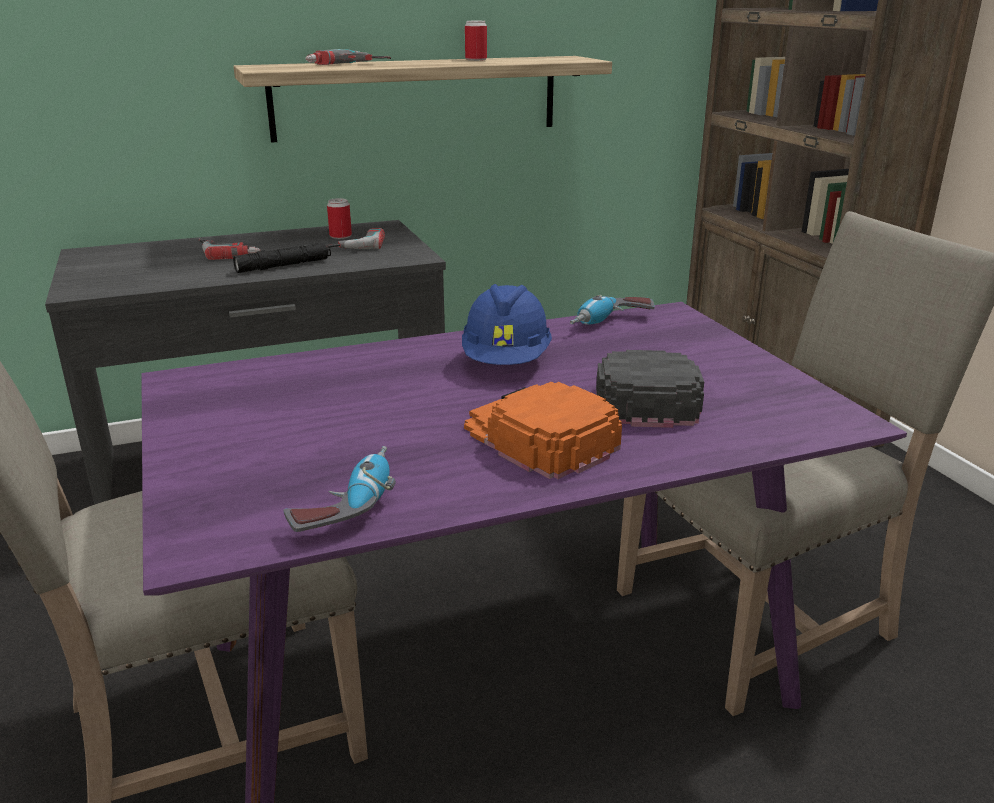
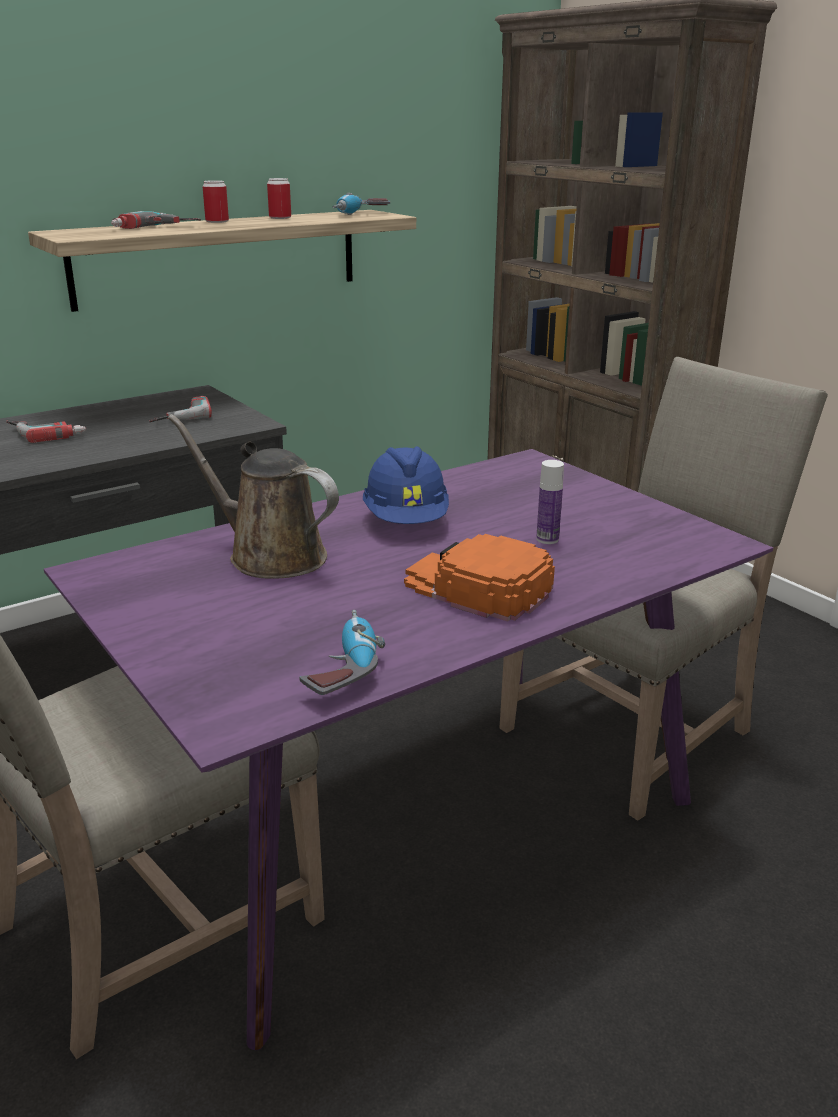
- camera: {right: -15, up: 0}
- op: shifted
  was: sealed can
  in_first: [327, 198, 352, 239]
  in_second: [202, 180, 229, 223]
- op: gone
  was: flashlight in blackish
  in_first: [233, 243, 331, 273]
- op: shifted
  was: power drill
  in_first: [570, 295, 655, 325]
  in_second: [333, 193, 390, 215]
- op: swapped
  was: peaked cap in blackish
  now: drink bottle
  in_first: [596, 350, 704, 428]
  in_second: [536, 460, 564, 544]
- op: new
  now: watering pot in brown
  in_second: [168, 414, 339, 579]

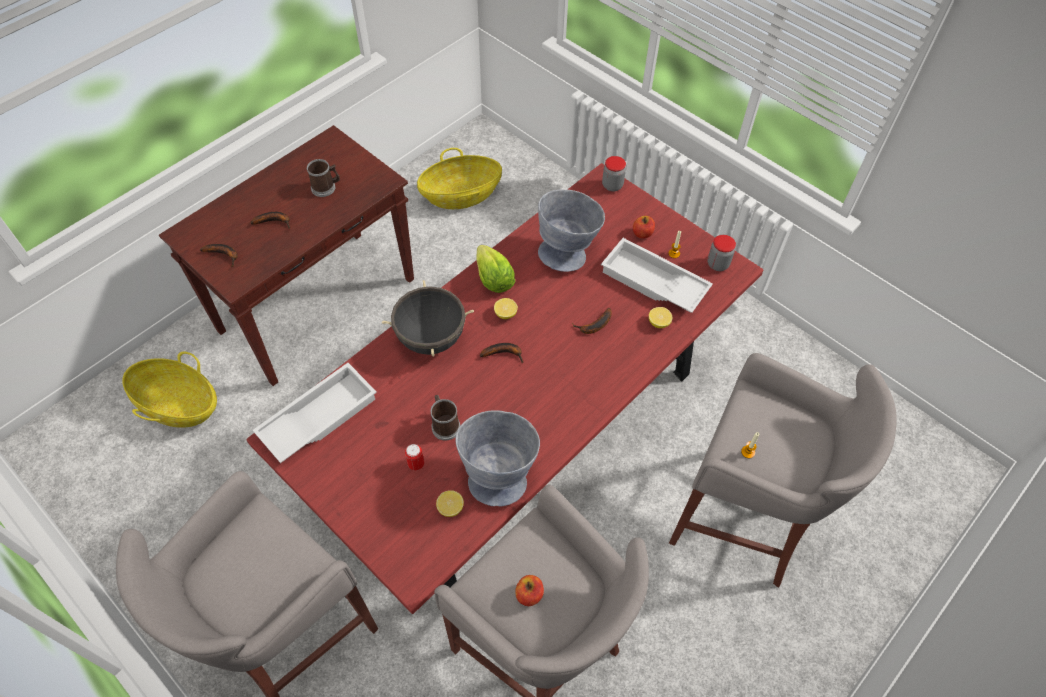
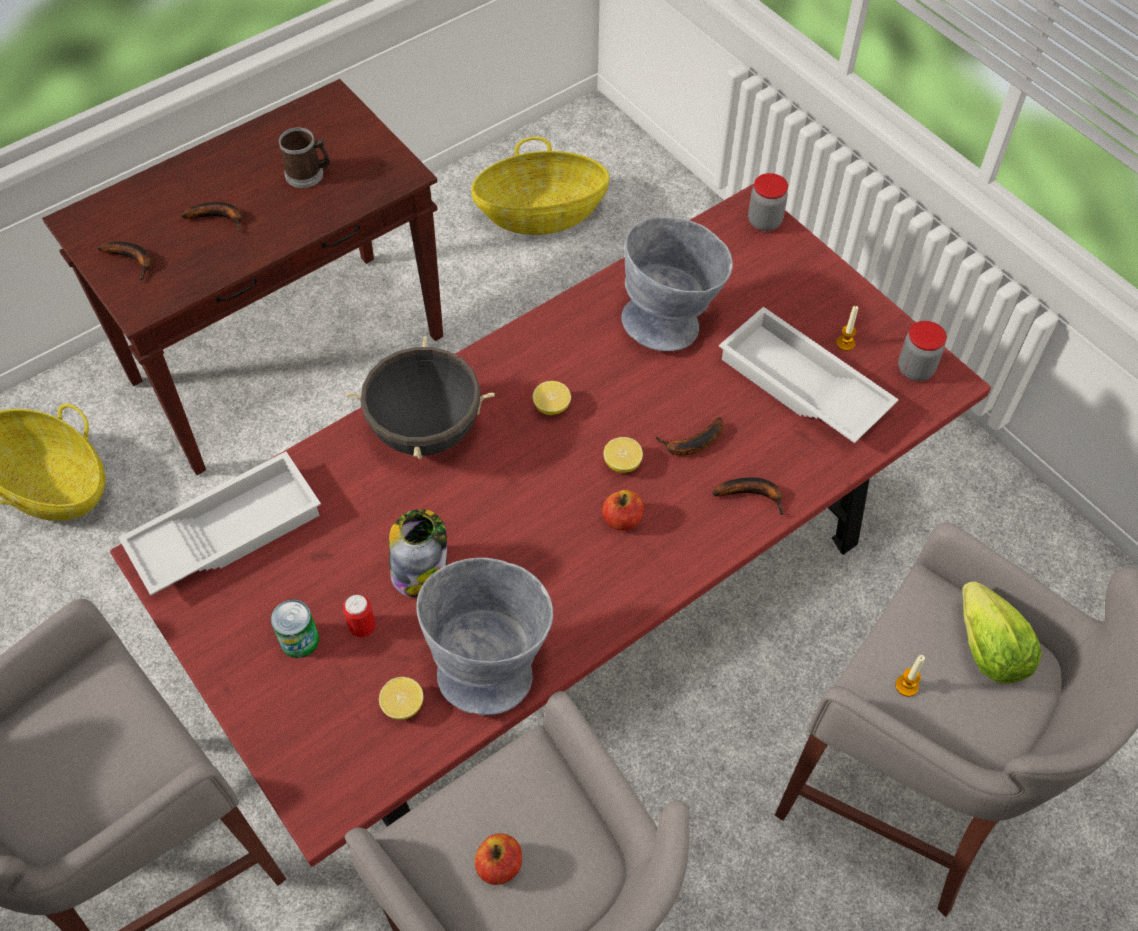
- camera: {right: 10, up: 0}
- op: shifted
  was: apple
  in_first: [633, 216, 655, 239]
  in_second: [602, 490, 644, 531]
- op: shifted
  was: head of lettuce
  in_first: [476, 245, 515, 293]
  in_second: [962, 581, 1042, 683]
- op: shifted
  was: whole lemon
  in_first: [649, 307, 673, 328]
  in_second: [603, 437, 643, 473]
- op: shifted
  was: banana fruit
  in_first: [480, 343, 524, 363]
  in_second: [713, 477, 784, 515]
- op: swapped
  was: tea mug
  now: jar
  in_first: [431, 395, 460, 441]
  in_second: [389, 509, 447, 597]
- op: new
  now: sealed can
  in_second: [271, 600, 319, 658]

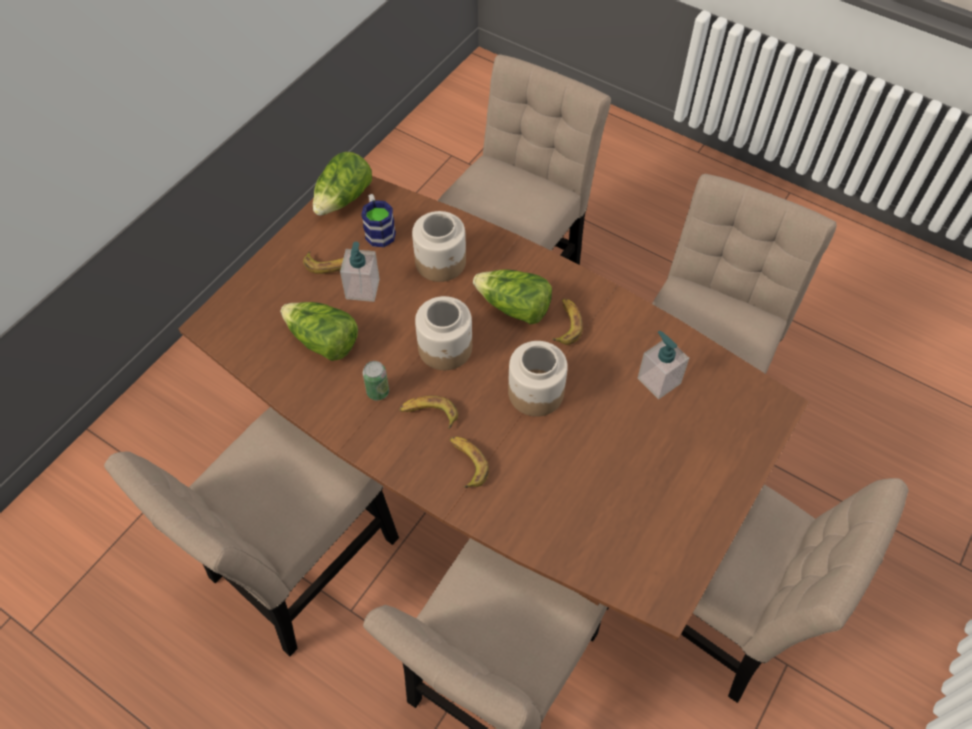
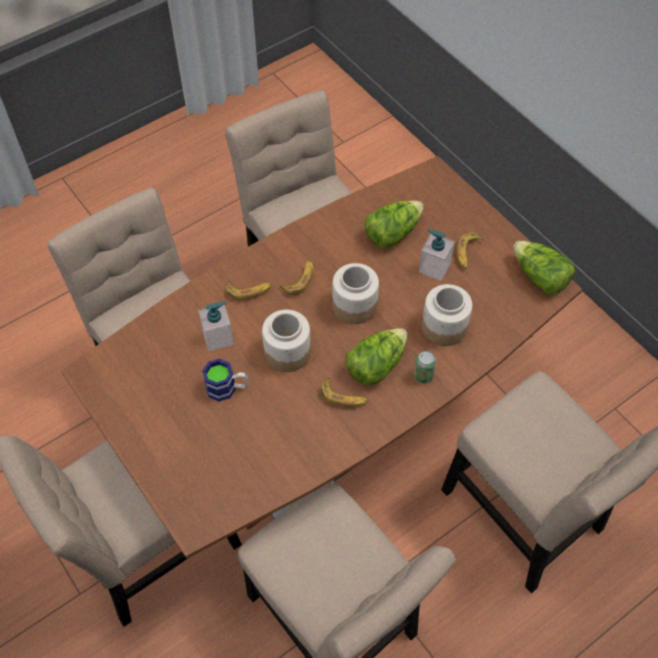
- camera: {right: 110, up: 0}
- op: shifted
  was: tea mug
  in_first: [361, 194, 396, 247]
  in_second: [202, 359, 248, 402]
- op: shifted
  was: soap bottle
  in_first: [638, 331, 689, 399]
  in_second: [198, 302, 234, 351]
- op: shifted
  was: sealed can
  in_first: [363, 361, 389, 400]
  in_second: [414, 351, 436, 384]

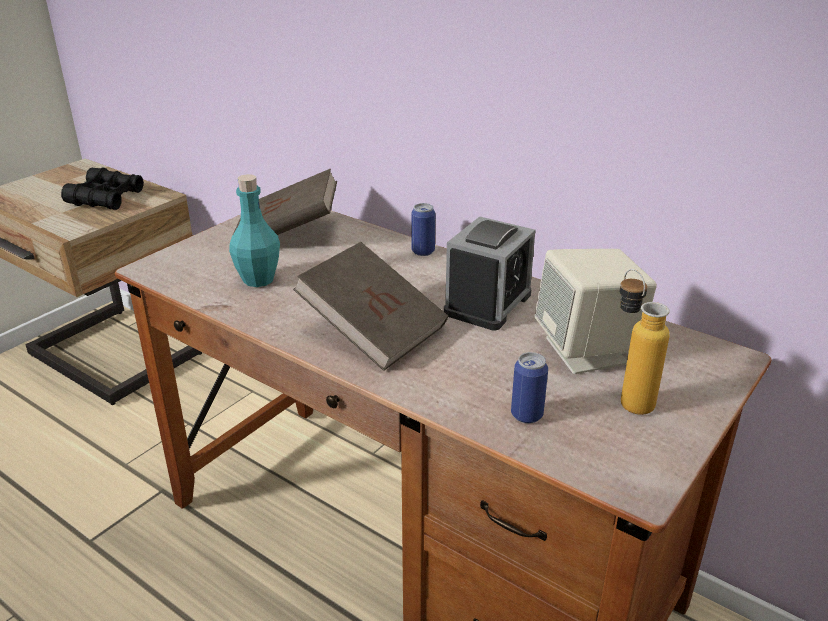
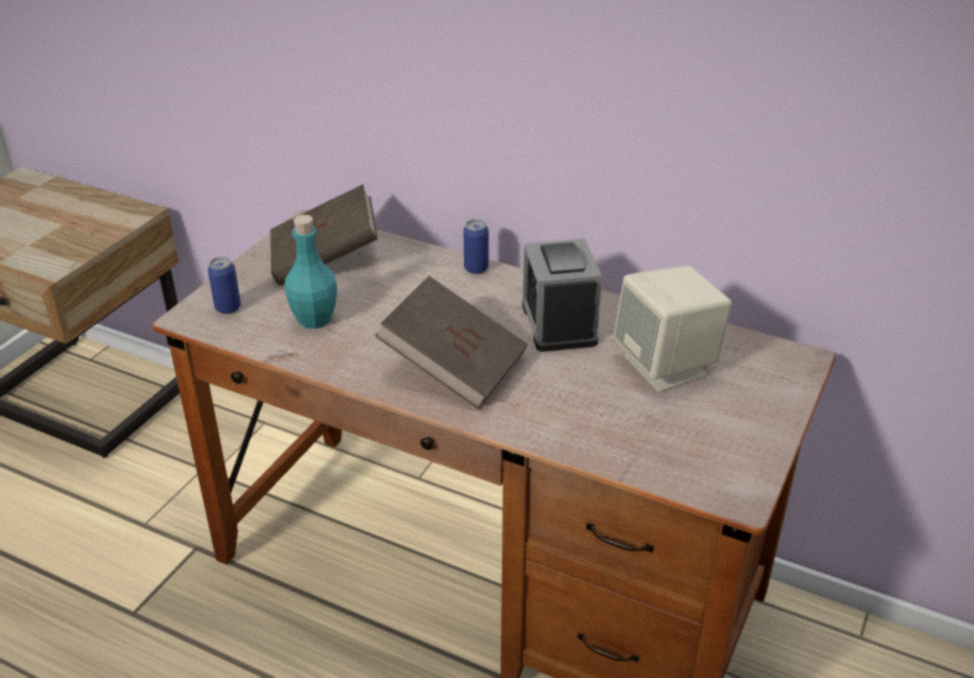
- camera: {right: -10, up: 5}
- op: gone
  was: pair of binoculars in blackish
  in_first: [61, 168, 144, 210]
- op: rotated
  was: bedside clock
  in_first: [444, 217, 535, 330]
  in_second: [522, 239, 602, 352]
  clockwise: 150
- op: gone
  was: drink bottle
  in_first: [620, 269, 670, 415]
- op: shifted
  was: sealed can
  in_first: [511, 352, 548, 424]
  in_second: [208, 257, 241, 314]

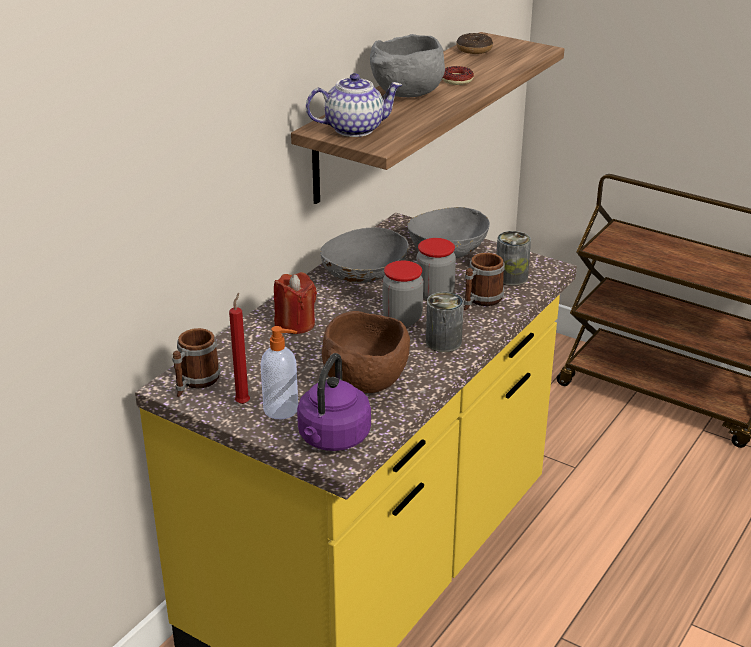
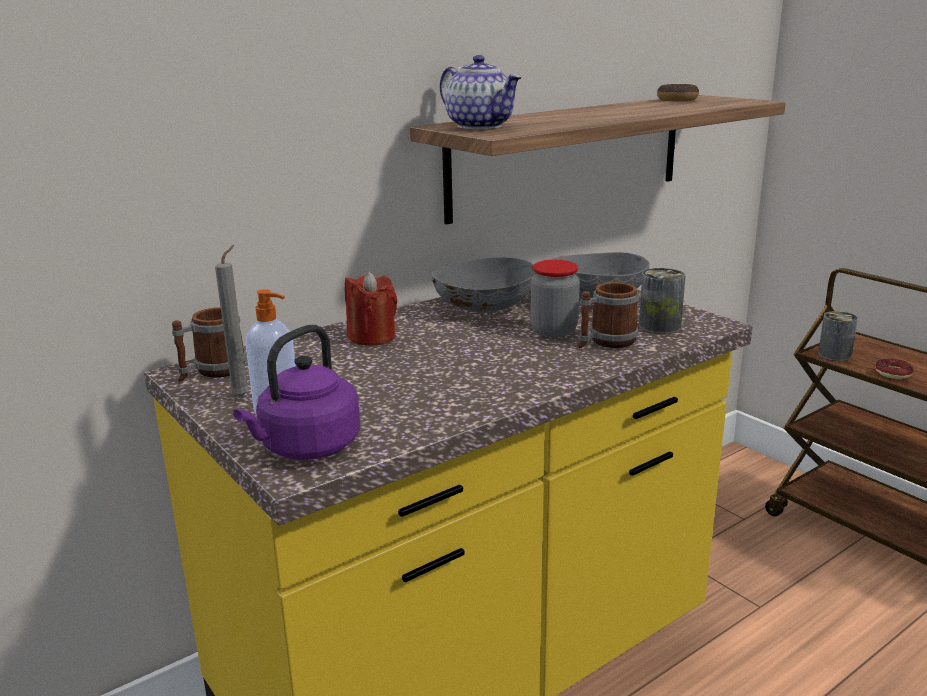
- camera: {right: 20, up: -10}
- op: gone
  was: serving bowl in grey
  in_first: [370, 34, 445, 97]
- op: shifted
  was: doughnut
  in_first: [442, 66, 474, 85]
  in_second: [876, 358, 914, 379]
- op: rotated
  was: pot for tea
  in_first: [306, 73, 402, 137]
  in_second: [440, 55, 522, 129]
  clockwise: 45
- op: gone
  was: jar
  in_first: [383, 261, 423, 327]
- op: shifted
  was: sealed can
  in_first: [426, 292, 464, 352]
  in_second: [818, 311, 858, 361]
- op: repainted
  was: wax light in reddish
  now: wax light in grey
  in_first: [229, 293, 250, 404]
  in_second: [215, 245, 250, 398]
- op: gone
  was: serving bowl in brown
  in_first: [322, 311, 410, 393]

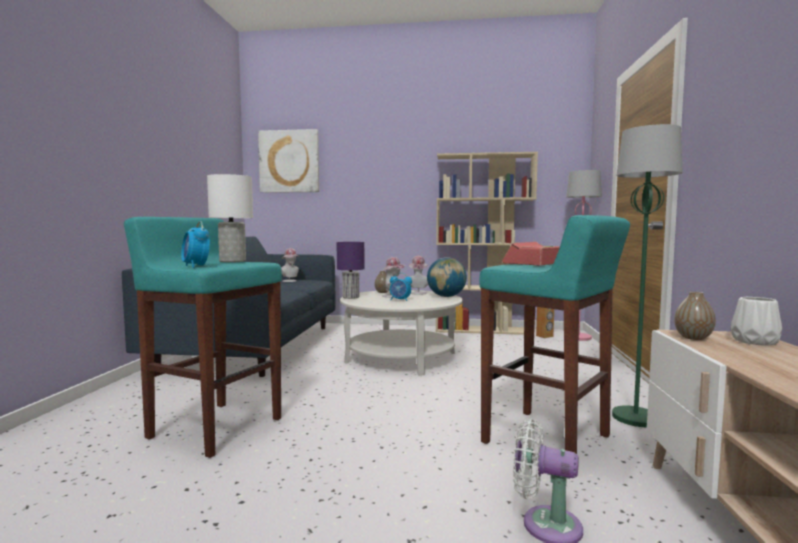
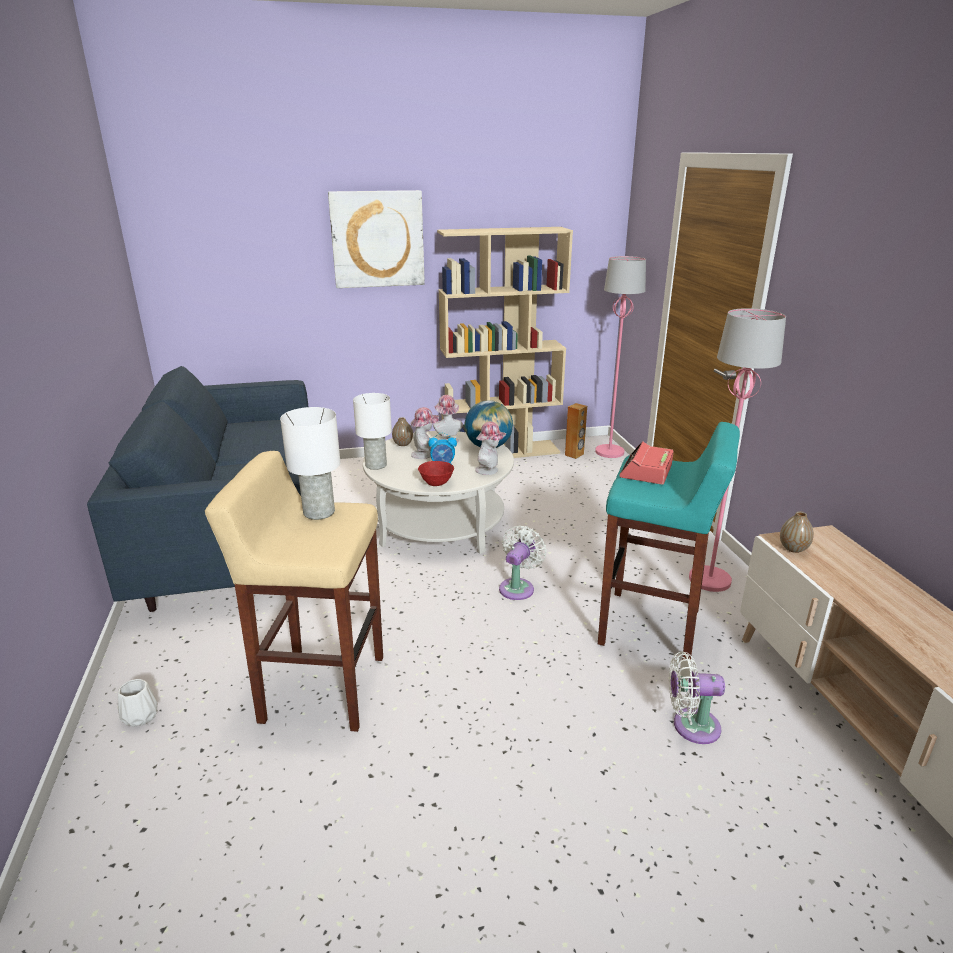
- camera: {right: -20, up: 20}
- op: repainted
  was: standing lamp in green
  now: standing lamp in pink-coloured
  in_first: [612, 124, 683, 427]
  in_second: [689, 308, 786, 592]
- op: shifted
  was: wall art
  in_first: [258, 129, 319, 193]
  in_second: [328, 190, 425, 288]
- op: repainted
  was: sitting stool in turquoise
  now: sitting stool in beige
  in_first: [124, 217, 282, 458]
  in_second: [205, 451, 383, 732]
- op: gone
  was: bedside clock
  in_first: [181, 221, 210, 268]
- op: repainted
  was: table lamp in purplish
  now: table lamp in whitish
  in_first: [337, 242, 365, 299]
  in_second: [353, 393, 392, 470]
- op: shifted
  was: hat
  in_first: [281, 248, 299, 282]
  in_second: [475, 422, 507, 475]
- op: shifted
  was: vase in whitish
  in_first: [731, 297, 782, 345]
  in_second: [118, 679, 157, 727]
- op: new
  now: serving bowl in reddish
  in_second: [418, 461, 454, 486]
- op: new
  now: fan in whitish
  in_second: [499, 525, 547, 600]

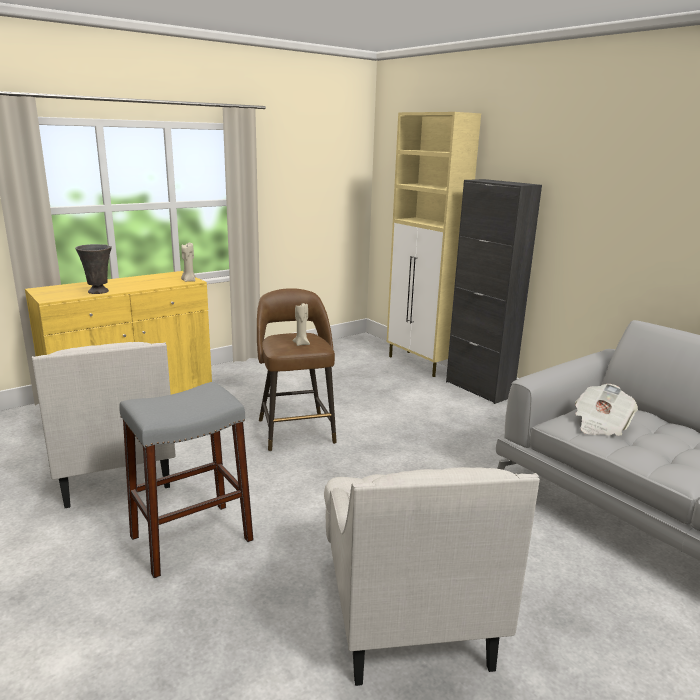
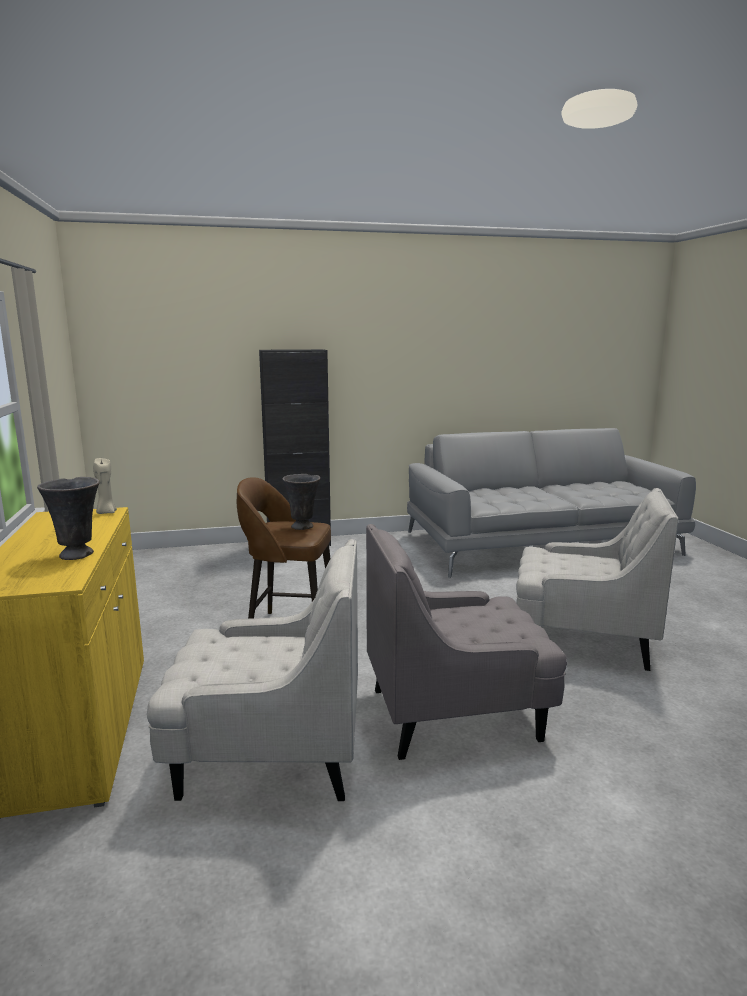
- camera: {right: -65, up: -5}
- op: gone
  was: storage cabinet in beige
  in_first: [387, 112, 481, 377]
- op: swapped
  was: wax light in beige
  now: vase in grey
  in_first: [292, 302, 310, 346]
  in_second: [282, 474, 321, 530]
- op: swapped
  was: sitting stool in grey
  now: armchair in grey
  in_first: [119, 382, 254, 578]
  in_second: [366, 524, 567, 760]
- op: gone
  was: printed paper
  in_first: [575, 384, 638, 436]

